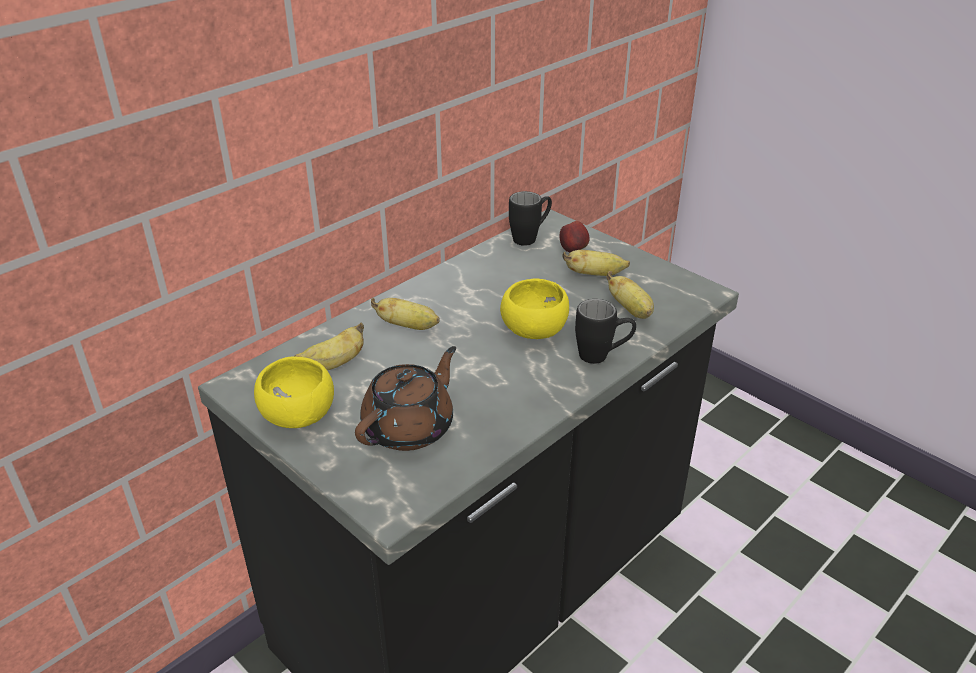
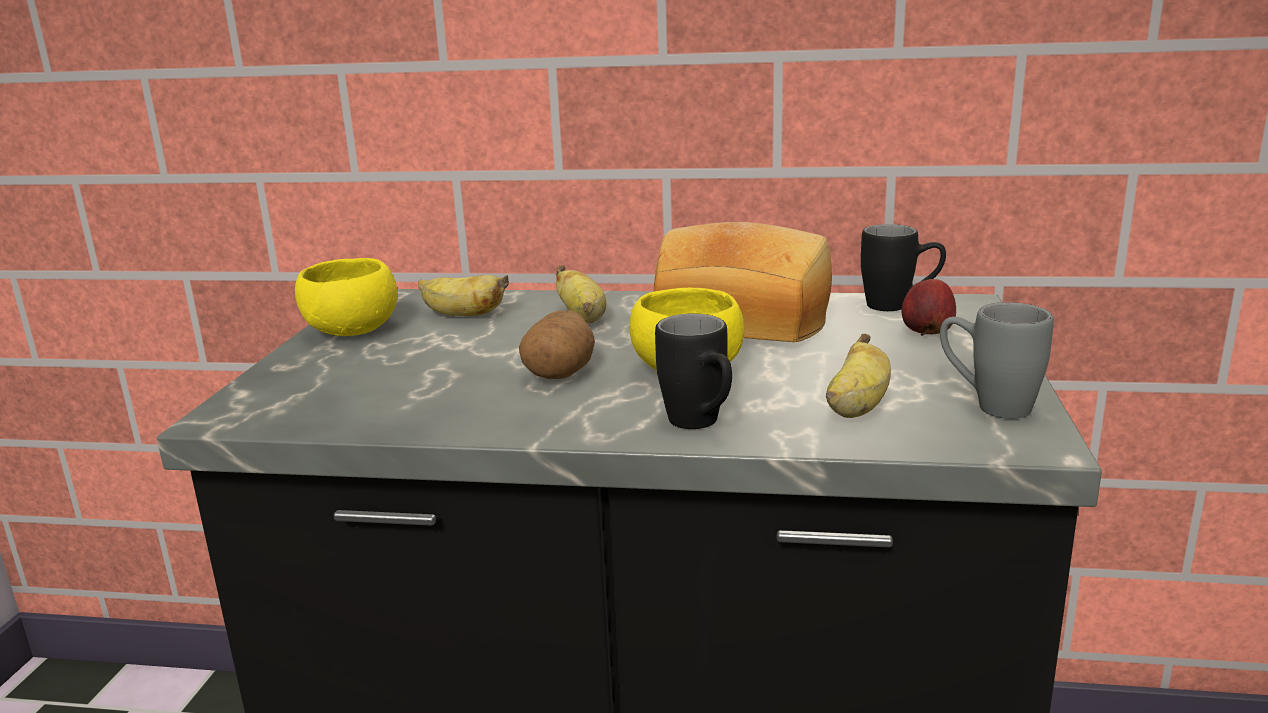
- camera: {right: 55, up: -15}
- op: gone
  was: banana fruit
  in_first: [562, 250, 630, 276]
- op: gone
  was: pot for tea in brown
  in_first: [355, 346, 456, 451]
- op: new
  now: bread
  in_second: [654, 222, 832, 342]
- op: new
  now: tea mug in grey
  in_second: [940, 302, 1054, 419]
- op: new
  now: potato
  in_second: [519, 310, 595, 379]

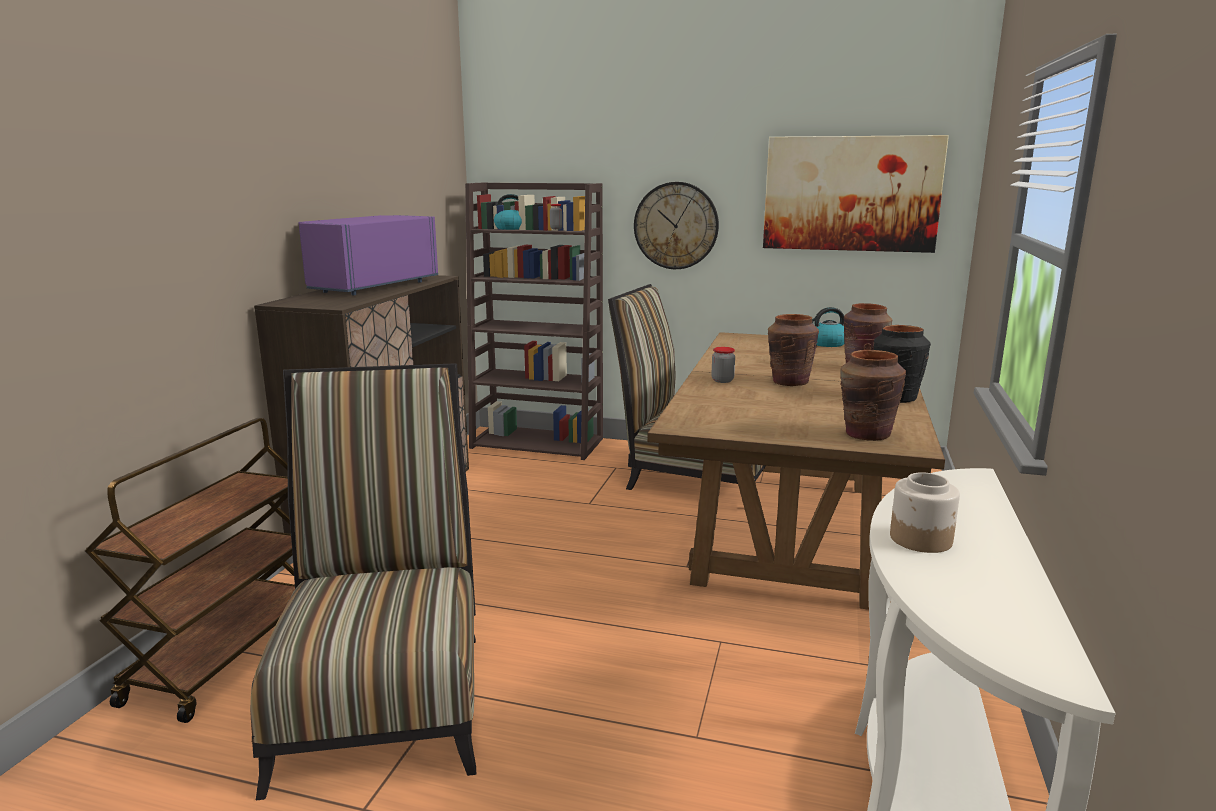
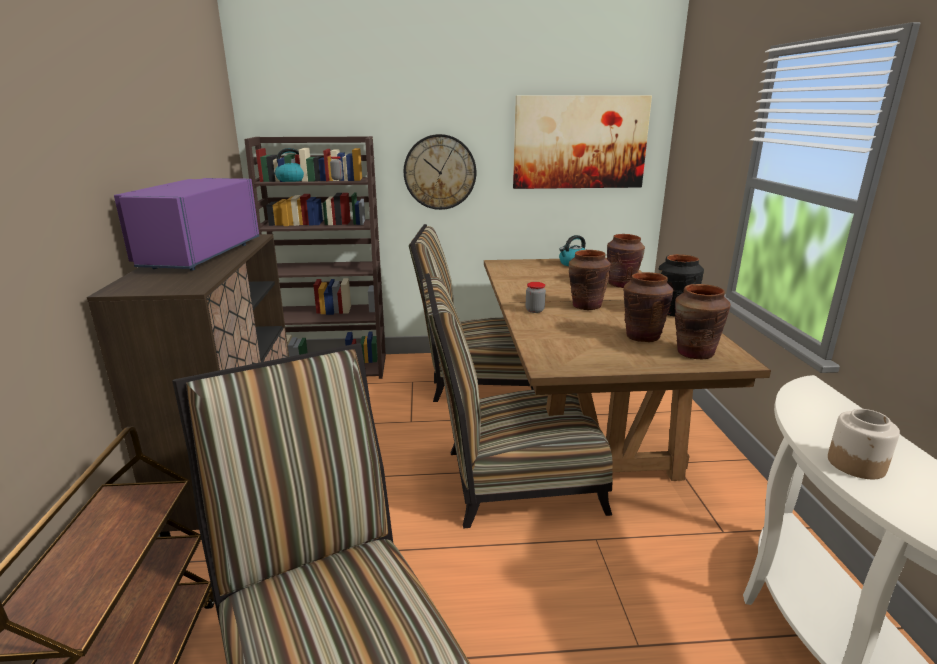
- camera: {right: -20, up: 5}
- op: new
  now: vase in brown
  in_second: [624, 272, 673, 342]
- op: new
  now: plain chair
  in_second: [423, 273, 613, 528]

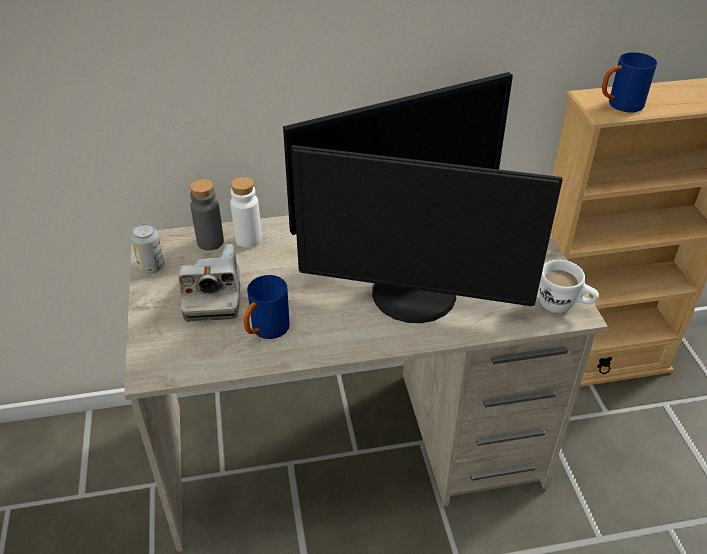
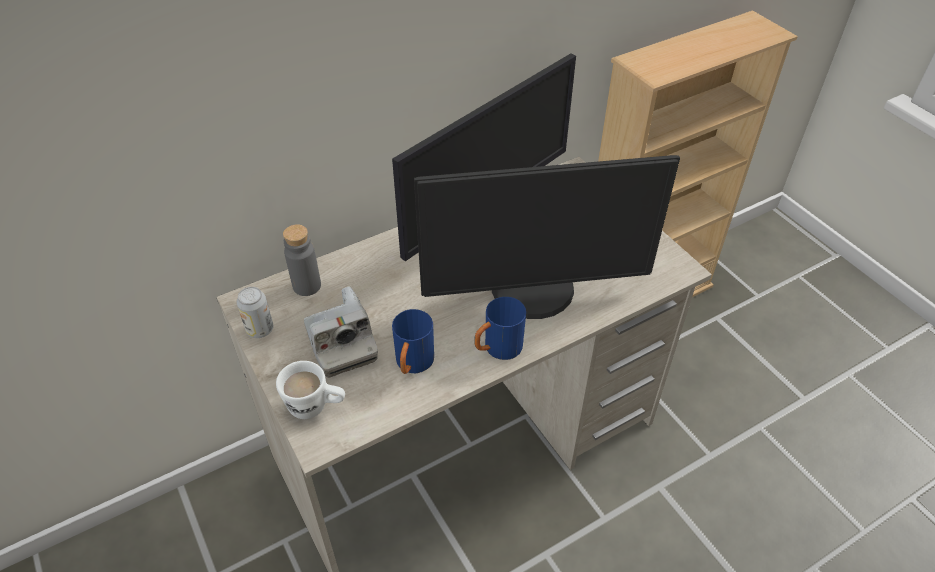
- camera: {right: -20, up: 5}
- op: shifted
  was: tea mug in blue
  in_first: [602, 52, 657, 113]
  in_second: [475, 297, 526, 360]
- op: gone
  was: drink bottle in whitish
  in_first: [230, 177, 262, 248]
- op: shifted
  was: tea mug in whitish
  in_first: [539, 260, 599, 313]
  in_second: [276, 361, 345, 419]

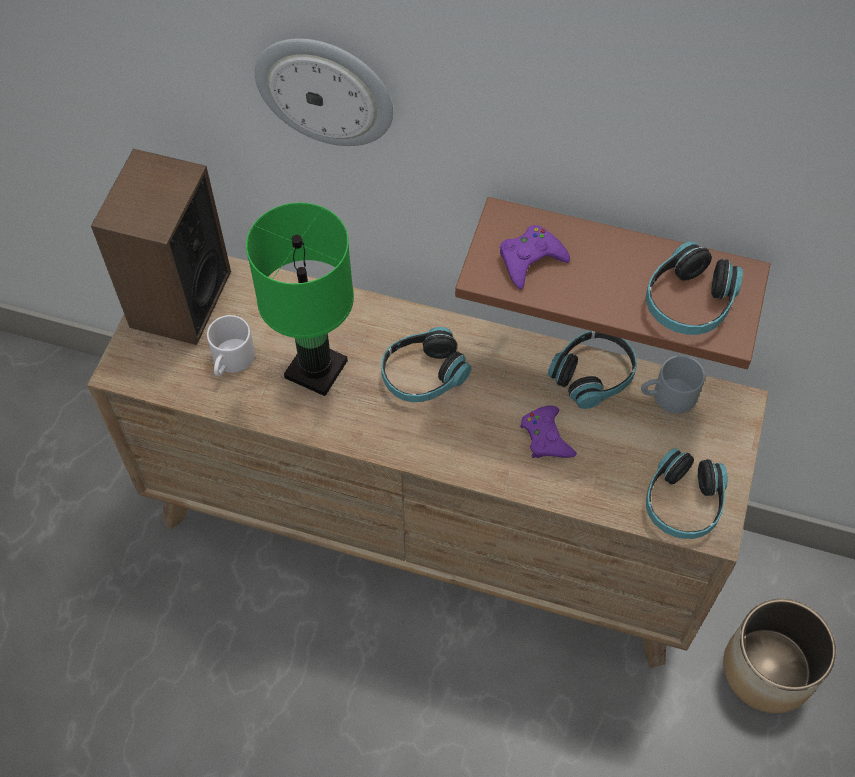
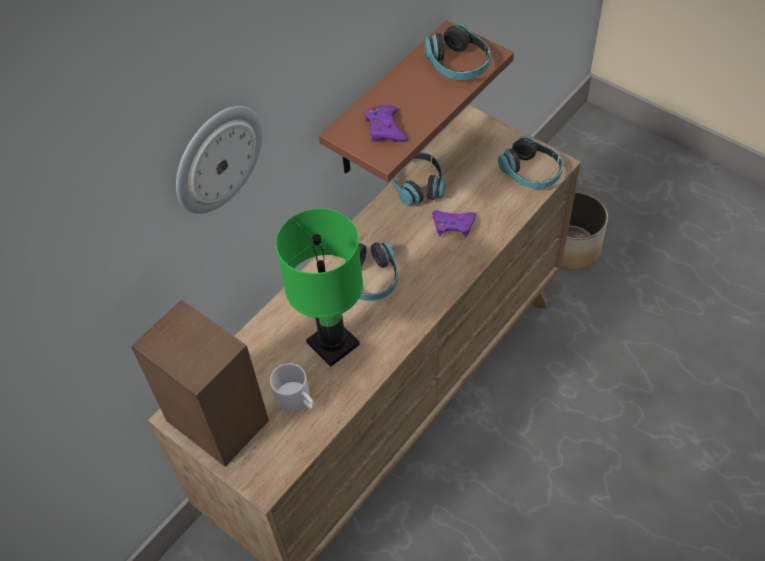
- camera: {right: -65, up: -5}
- op: gone
  was: tea mug in grey
  in_first: [641, 355, 705, 414]

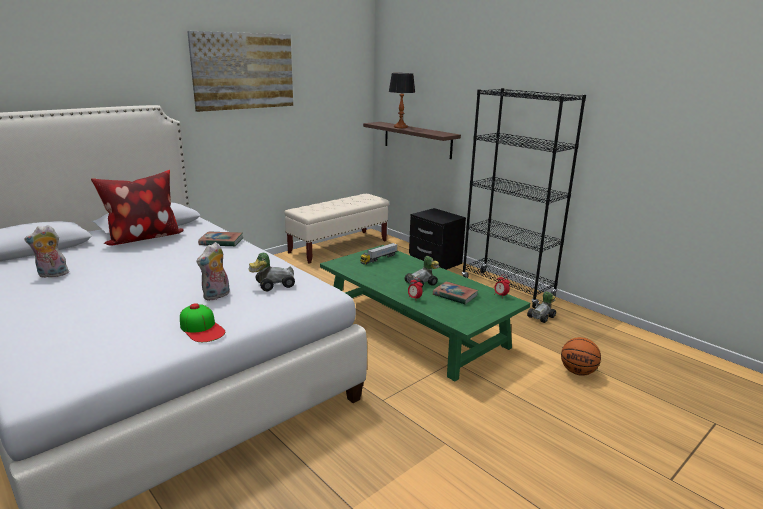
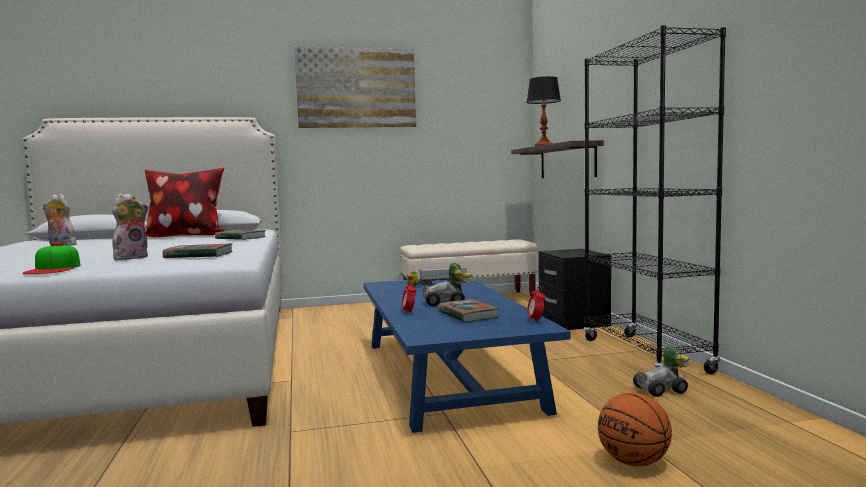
- camera: {right: 30, up: -15}
- op: rotated
  was: cuddly toy
  in_first: [196, 242, 230, 301]
  in_second: [112, 193, 149, 260]
  clockwise: 150
- op: repainted
  was: low table in green
  now: low table in blue
  in_first: [320, 245, 530, 381]
  in_second: [363, 279, 570, 433]
- op: swapped
  was: miniature car
  now: volume
  in_first: [248, 252, 295, 291]
  in_second: [163, 243, 233, 258]

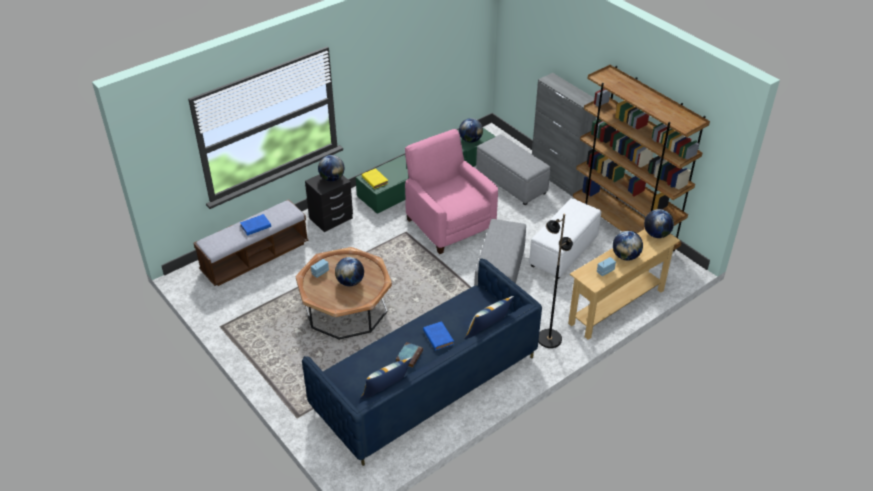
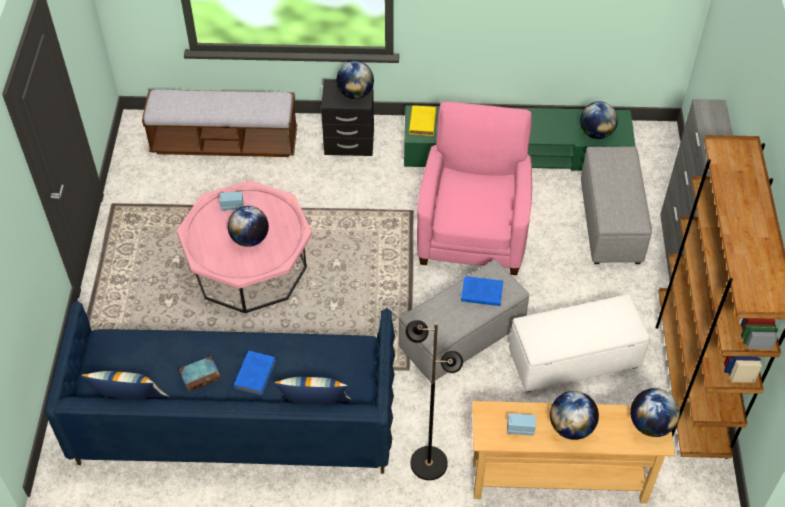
- camera: {right: 40, up: 10}
- op: shifted
  was: volume in blue
  in_first: [240, 214, 271, 236]
  in_second: [461, 276, 503, 306]
- op: repainted
  was: low table in brown
  now: low table in pink-coloured
  in_first: [296, 247, 392, 340]
  in_second: [177, 180, 312, 313]

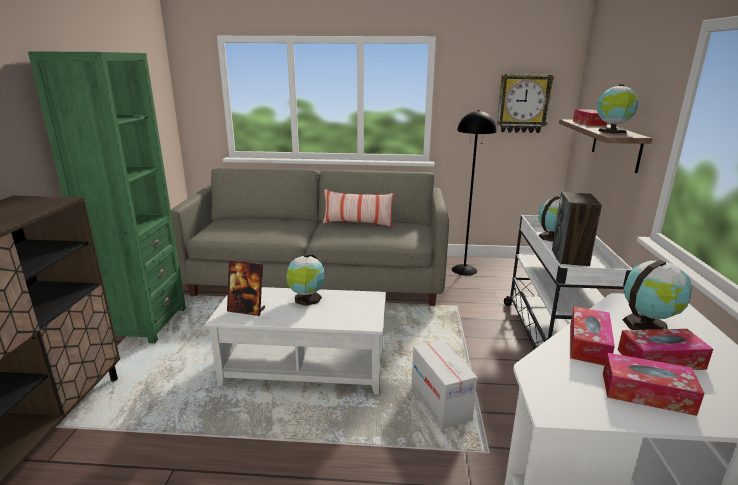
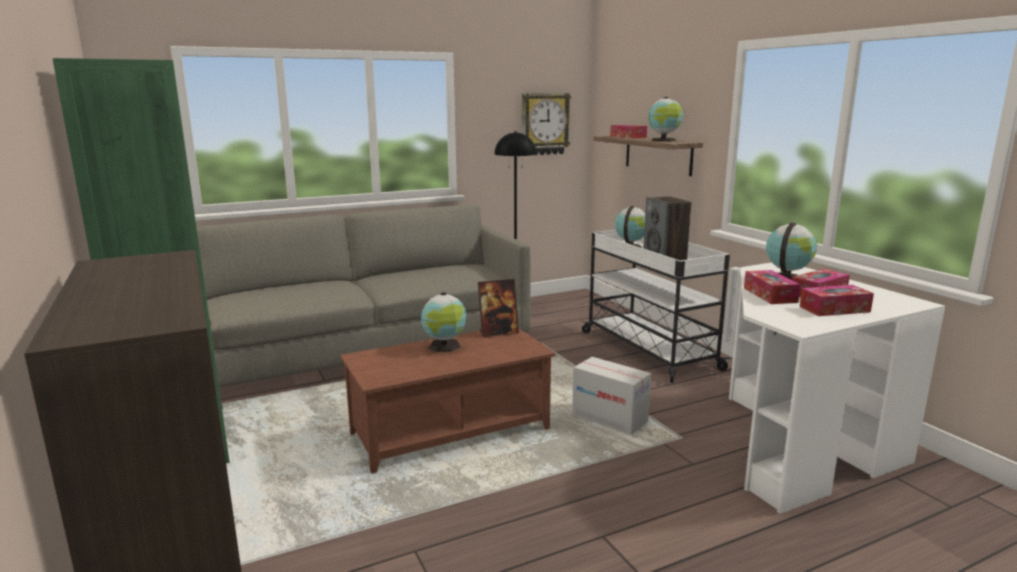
- camera: {right: -30, up: -5}
- op: gone
  was: pillow
  in_first: [323, 189, 394, 227]
- op: shifted
  was: photo frame
  in_first: [227, 260, 265, 316]
  in_second: [478, 279, 519, 337]
- op: repainted
  was: low table in whitish
  now: low table in brown
  in_first: [205, 287, 386, 395]
  in_second: [340, 329, 555, 474]

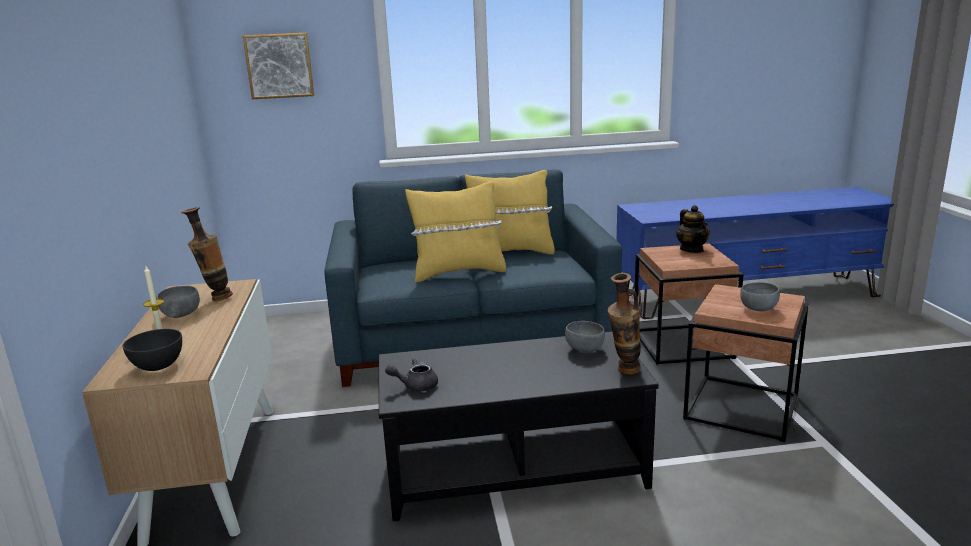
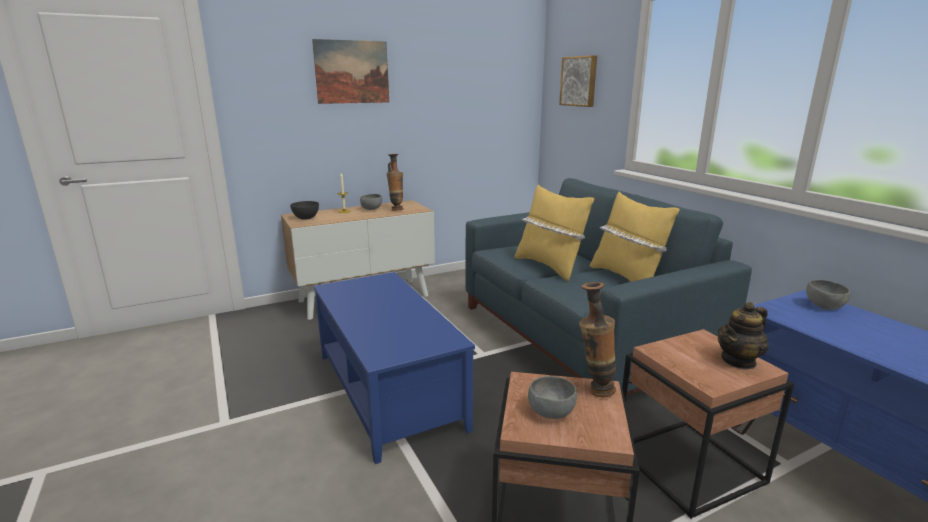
- camera: {right: 70, up: 0}
- op: shifted
  was: vase
  in_first: [608, 273, 641, 375]
  in_second: [579, 282, 616, 397]
- op: shifted
  was: serving bowl in grey
  in_first: [565, 321, 605, 352]
  in_second: [806, 280, 850, 310]
- op: repainted
  was: low table in blackish
  now: low table in blue
  in_first: [379, 332, 659, 521]
  in_second: [314, 272, 475, 464]
- op: gone
  was: pot for tea in grey
  in_first: [385, 358, 438, 392]
- op: new
  now: wall art
  in_second: [312, 39, 389, 104]

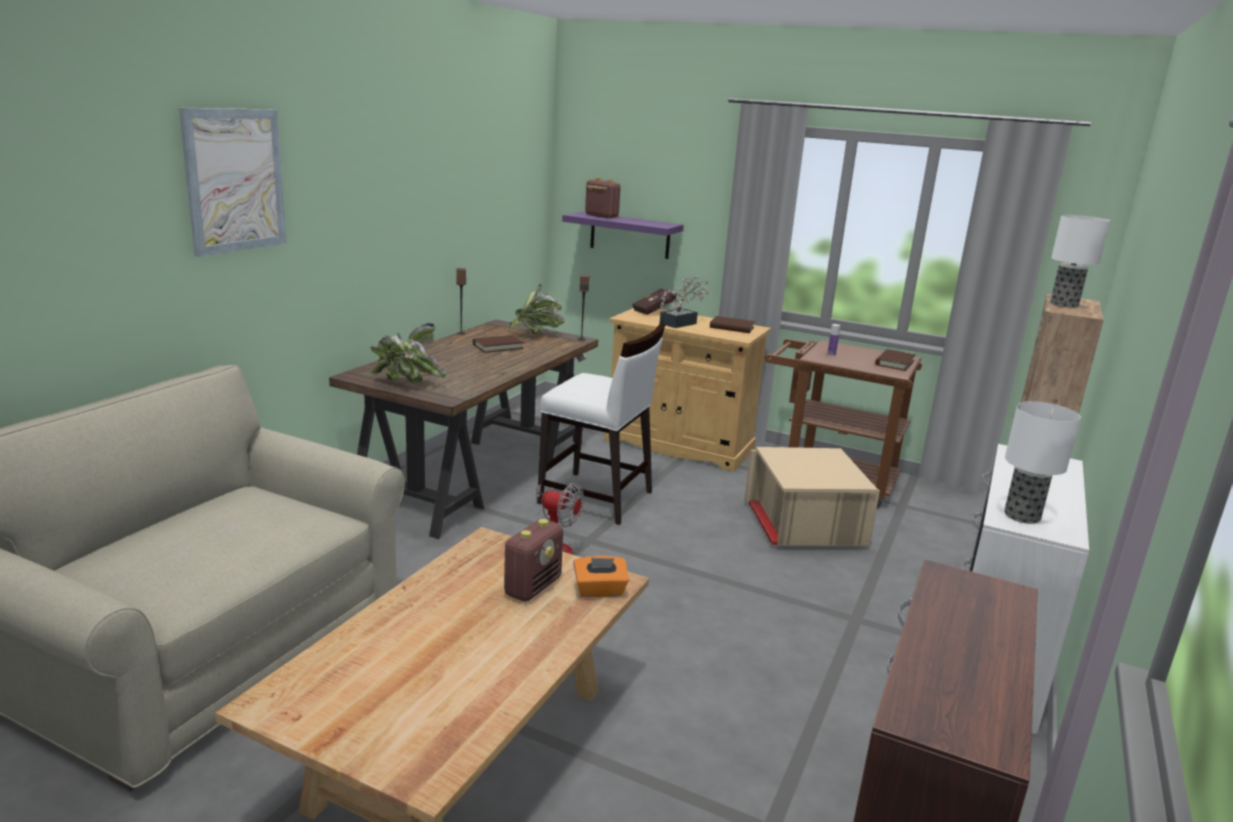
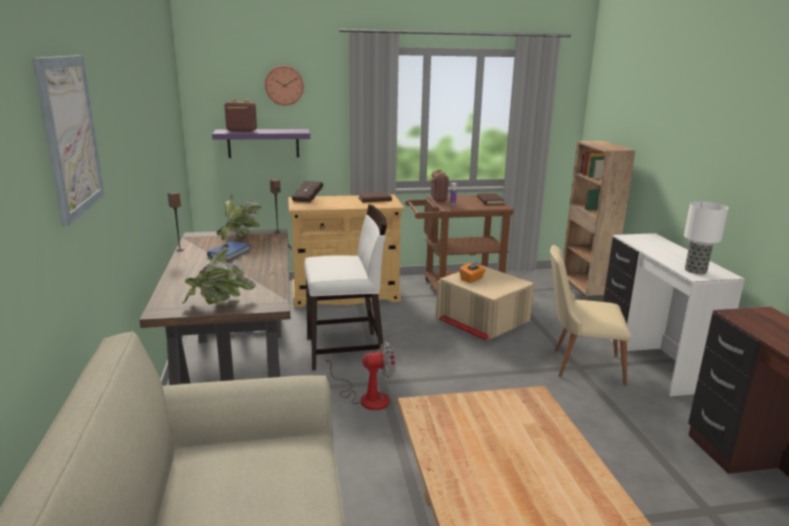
- camera: {right: -35, up: 0}
- op: gone
  was: table lamp
  in_first: [1050, 215, 1110, 308]
- op: gone
  was: potted plant
  in_first: [660, 276, 709, 328]
- op: repainted
  was: volume in brown
  now: volume in blue
  in_first: [473, 335, 524, 353]
  in_second: [207, 241, 251, 261]
- op: shifted
  was: radio receiver
  in_first: [504, 519, 563, 602]
  in_second: [430, 169, 449, 202]
- op: shifted
  was: box of tissues in orange-coloured
  in_first: [573, 555, 629, 598]
  in_second: [459, 261, 486, 283]
- op: new
  now: hanging clock
  in_second: [265, 66, 304, 106]
- op: new
  now: plain chair in beige
  in_second: [550, 245, 631, 386]

